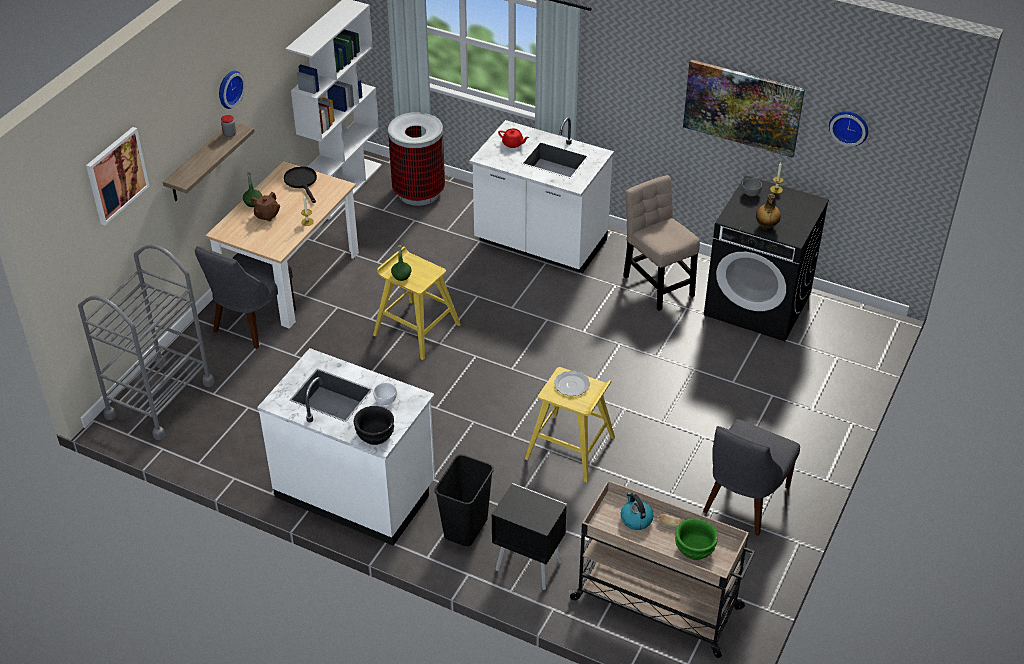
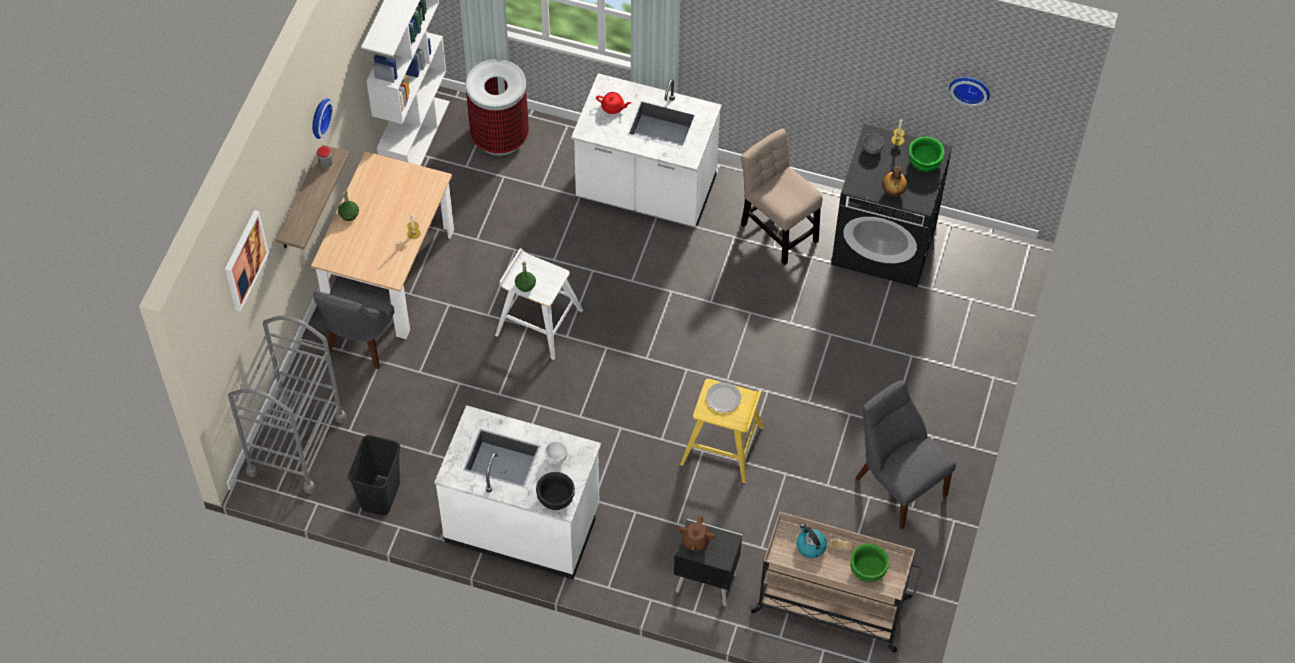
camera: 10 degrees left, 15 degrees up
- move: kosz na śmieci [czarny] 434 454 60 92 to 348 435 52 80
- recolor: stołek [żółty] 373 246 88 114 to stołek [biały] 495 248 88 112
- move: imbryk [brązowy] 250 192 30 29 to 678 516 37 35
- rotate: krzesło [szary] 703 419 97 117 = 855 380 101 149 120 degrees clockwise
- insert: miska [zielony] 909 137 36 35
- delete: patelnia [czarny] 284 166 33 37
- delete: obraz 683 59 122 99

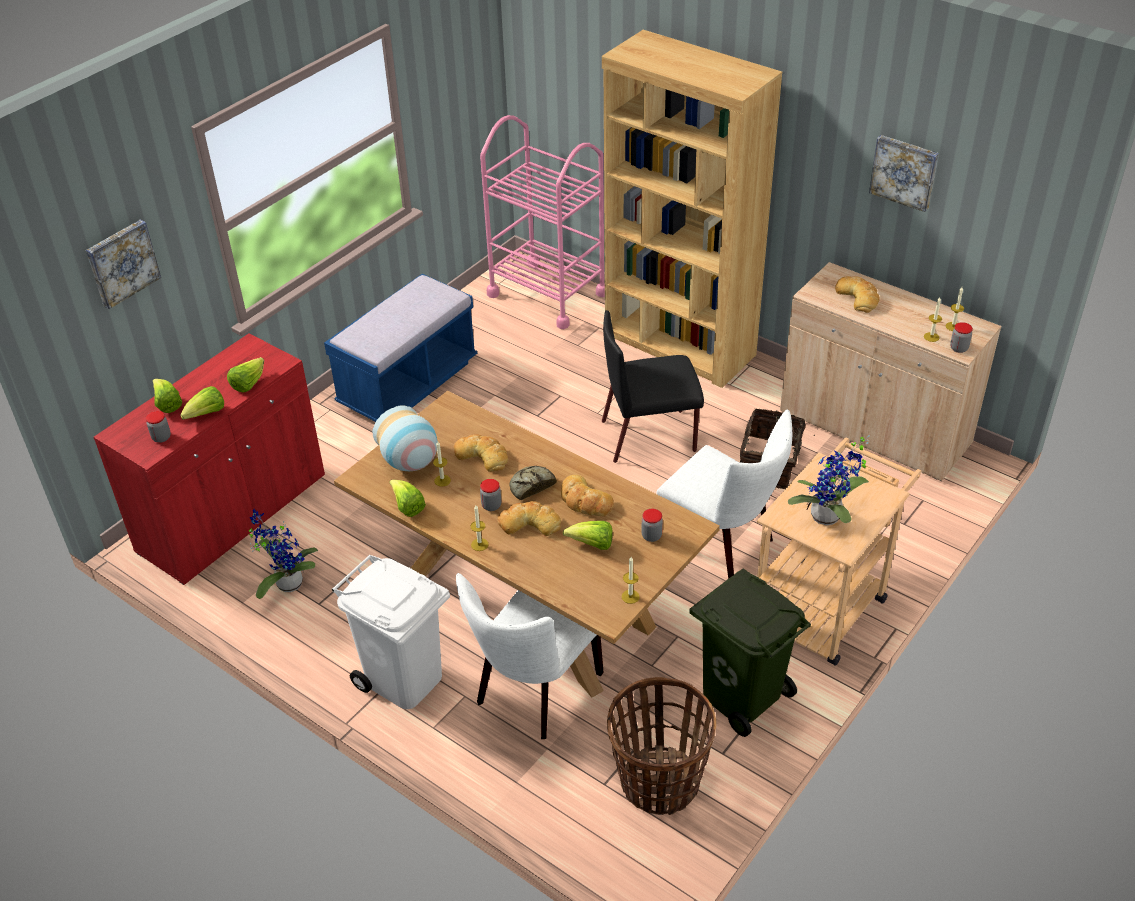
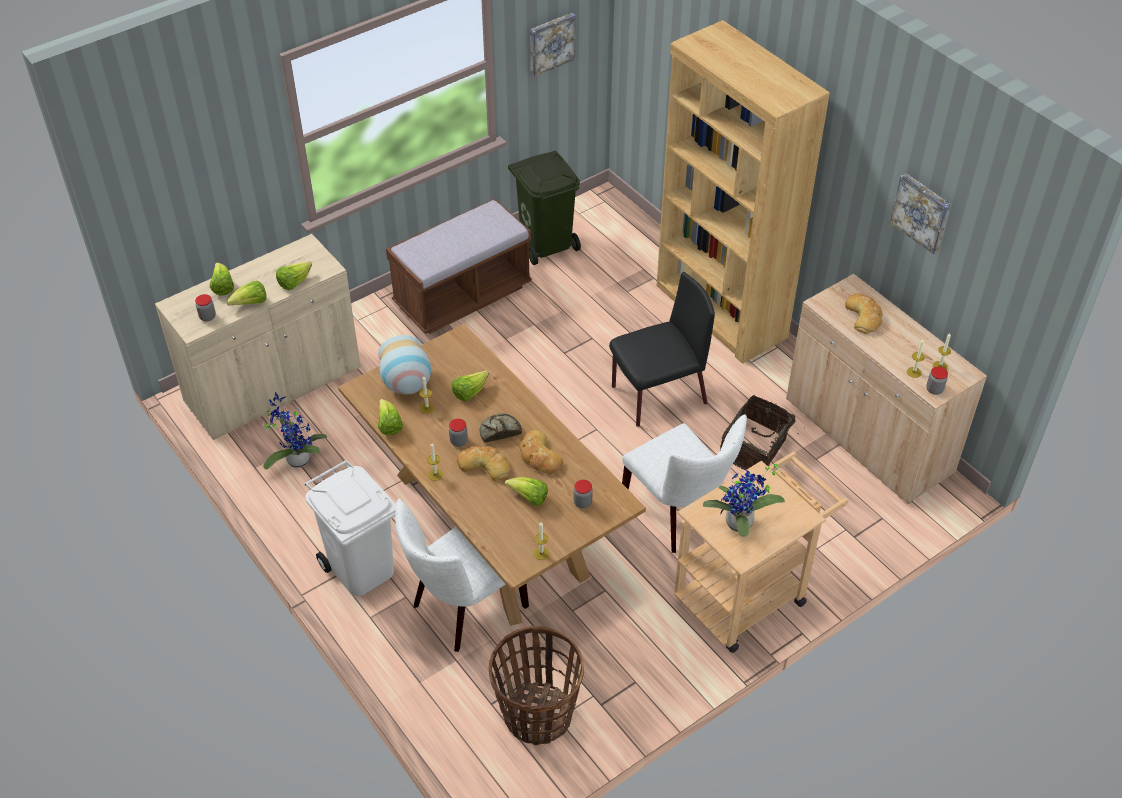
camera: 15 degrees right, 5 degrees up
- recolor: szafka [czerwony] 94 333 231 252 to szafka [beżowy] 155 234 206 206
- recolor: ławka [niebieski] 324 274 153 148 to ławka [brązowy] 386 199 146 135
- replace: chleb 453 434 55 38 to sałata 452 371 37 31
- move: kosz na śmieci [zielony] 690 569 121 168 to 508 150 73 115
- move: obraz 86 219 75 90 to 530 13 45 64
- rotate: krzesło [czarny] 602 310 102 153 = 609 272 106 155 150 degrees clockwise
- delete: wózek [różowy] 480 115 125 214

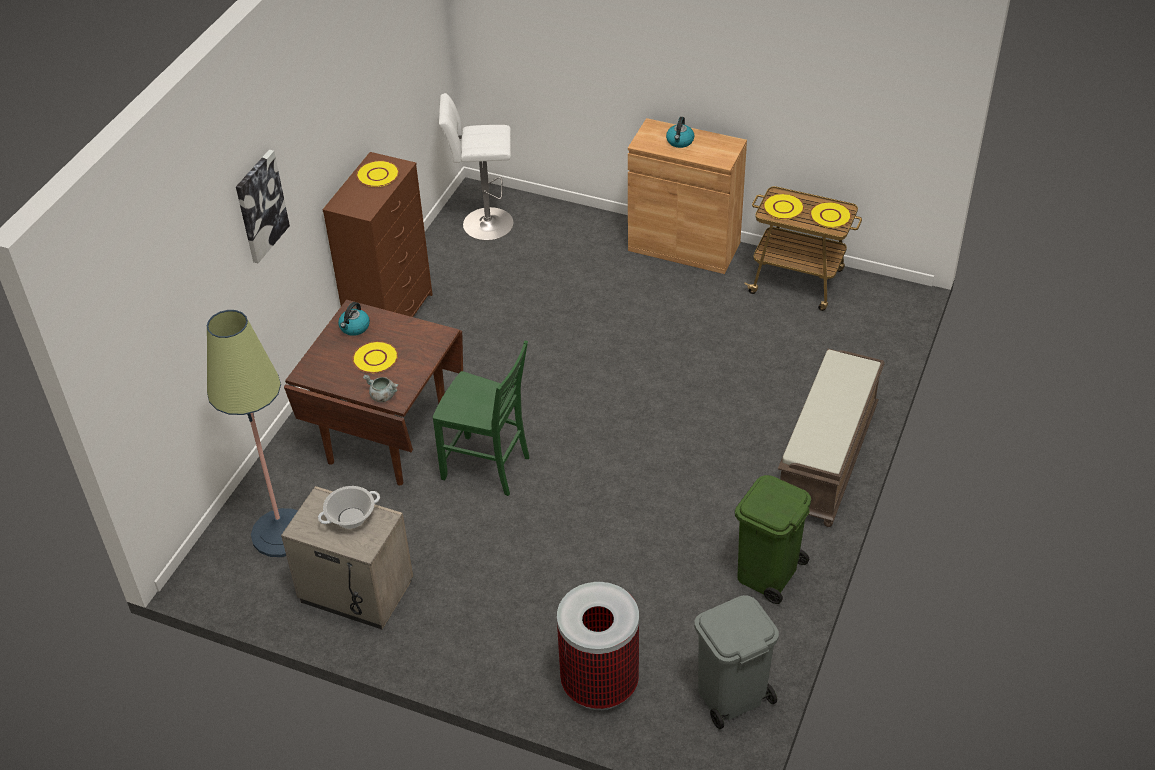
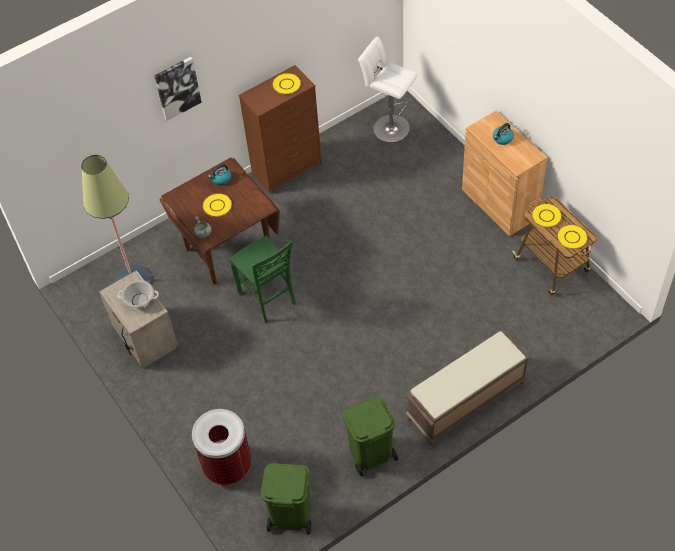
camera: 35 degrees right, 10 degrees up
- recolor: kosz na śmieci [szary] 694 595 85 134 to kosz na śmieci [zielony] 261 463 50 72

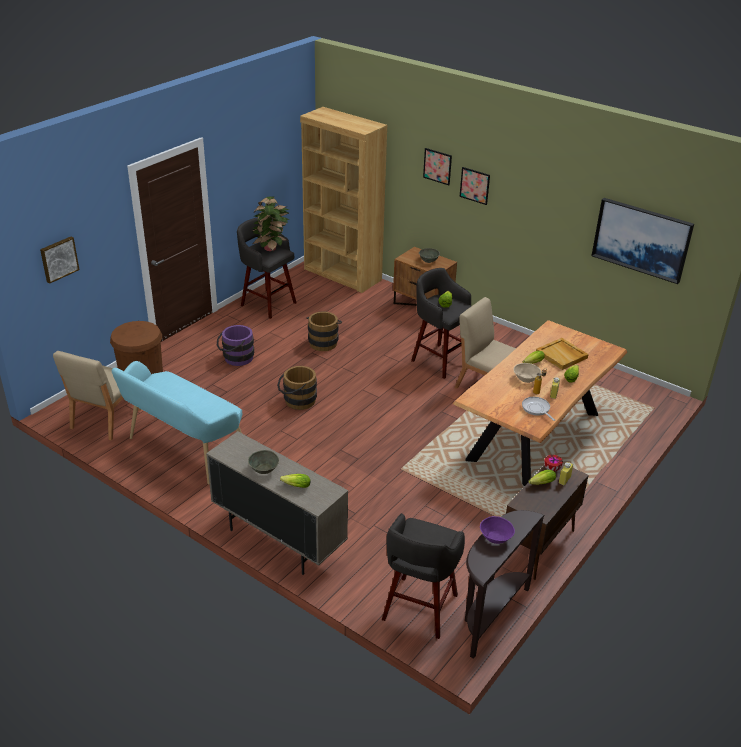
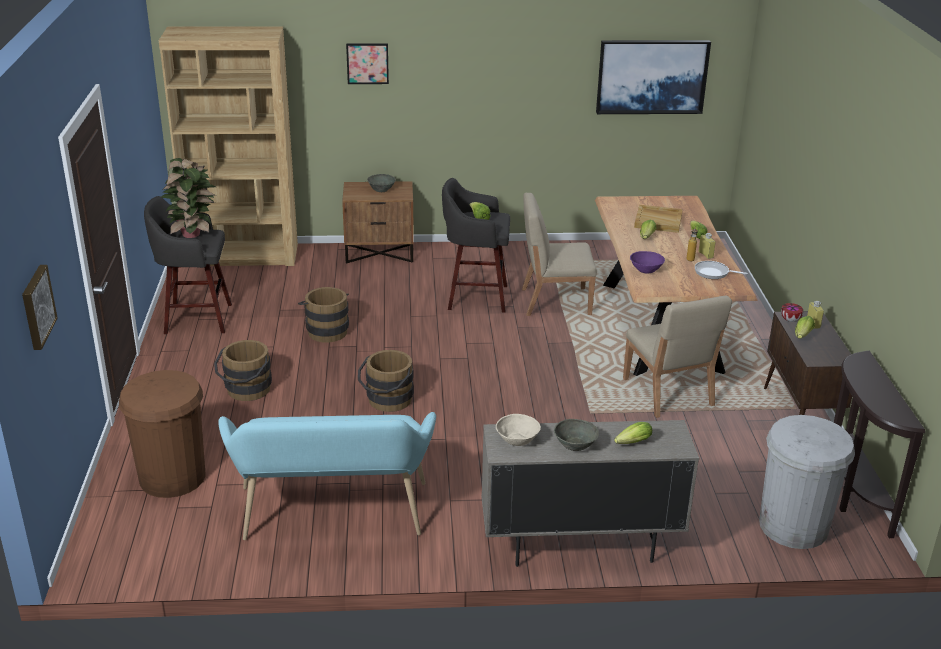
camera: 40 degrees left, 5 degrees down
- recolor: wiadro [fioletowy] 217 325 37 41 to wiadro [brązowy] 214 340 58 61
- move: miska [beżowy] 513 363 28 20 to 496 414 45 32
- move: krzesło [beżowy] 53 351 89 89 to 623 296 109 122
- move: miska [fioletowy] 480 516 35 28 to 630 251 35 23
- replace: stołek [szary] 382 513 83 126 to kosz na śmieci [biały] 759 415 96 134
- delete: obraz 460 167 30 38

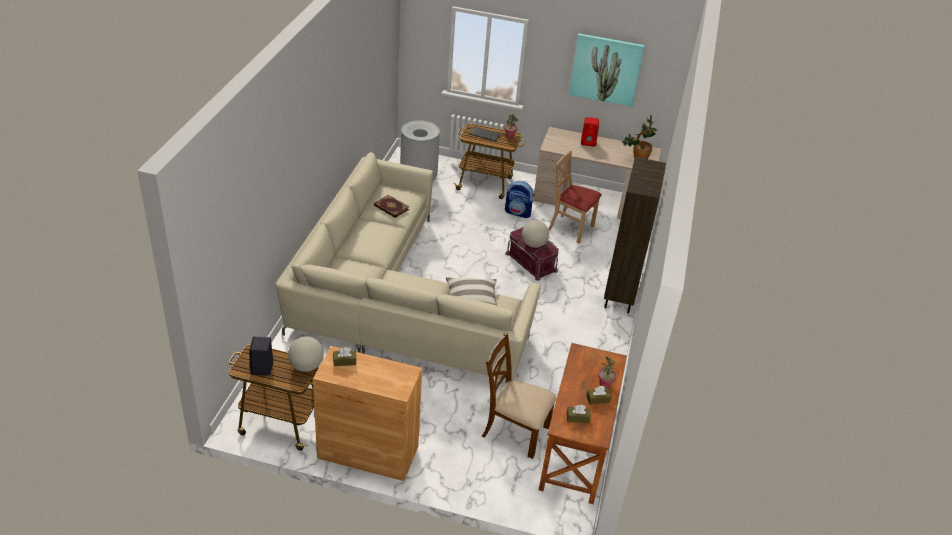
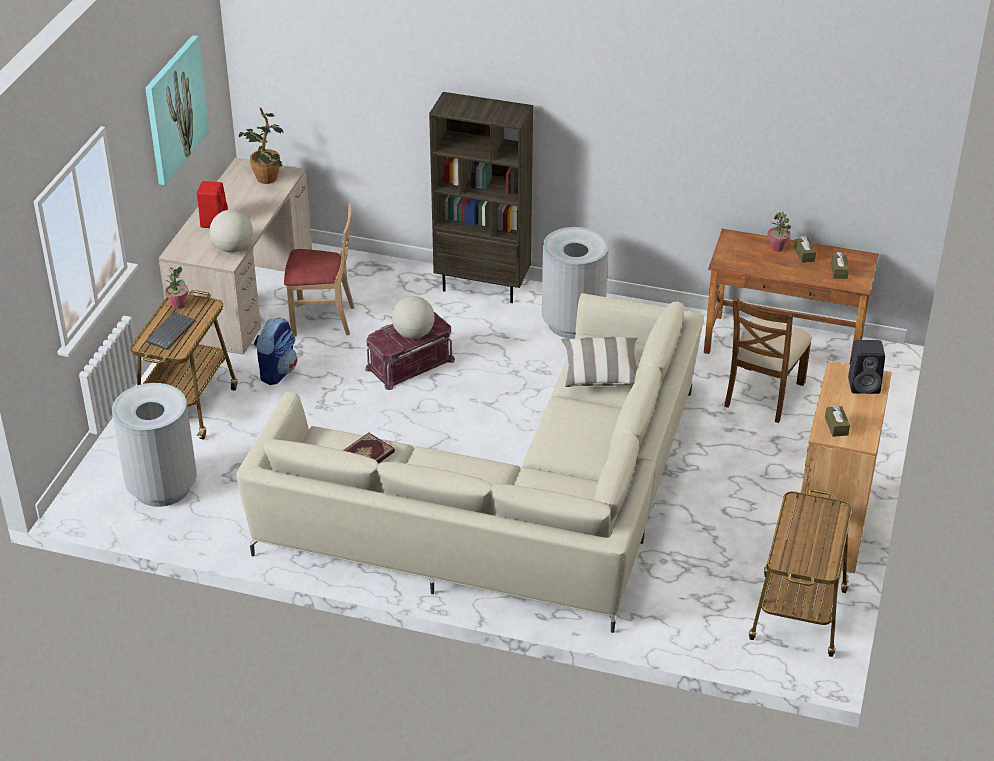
camera: 85 degrees left, 0 degrees up
- move: globus 288 336 36 36 to 210 210 43 43
- rotate: krzesło [beżowy] 548 151 54 93 = 284 204 70 132 120 degrees counterclockwise
- insert: kosz na śmieci [szary] 542 227 67 112
- move: głośnik [czarny] 249 337 24 39 to 848 340 37 54

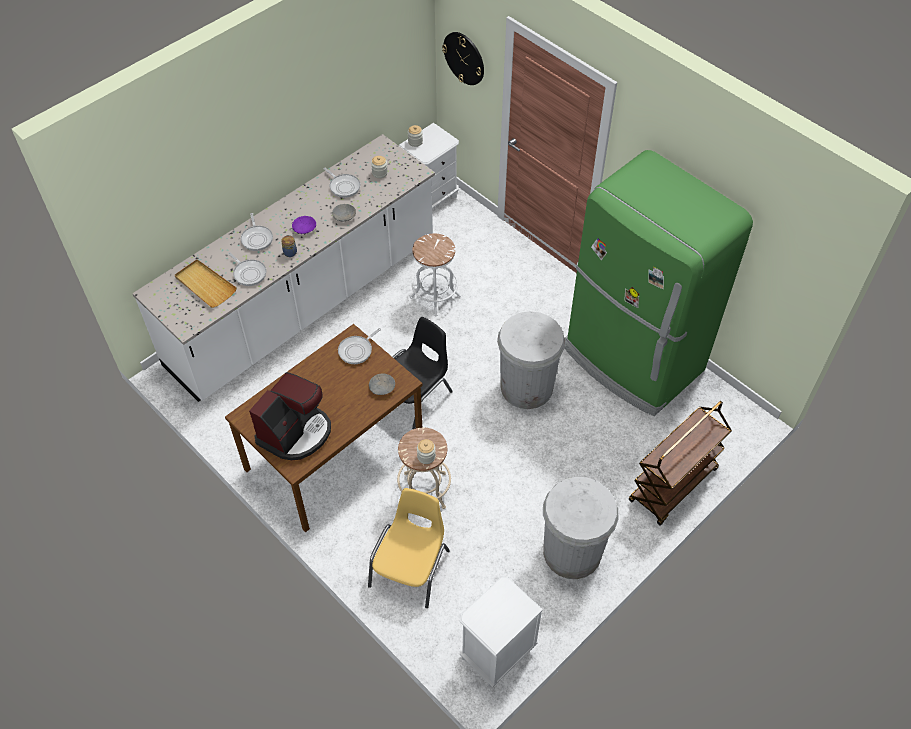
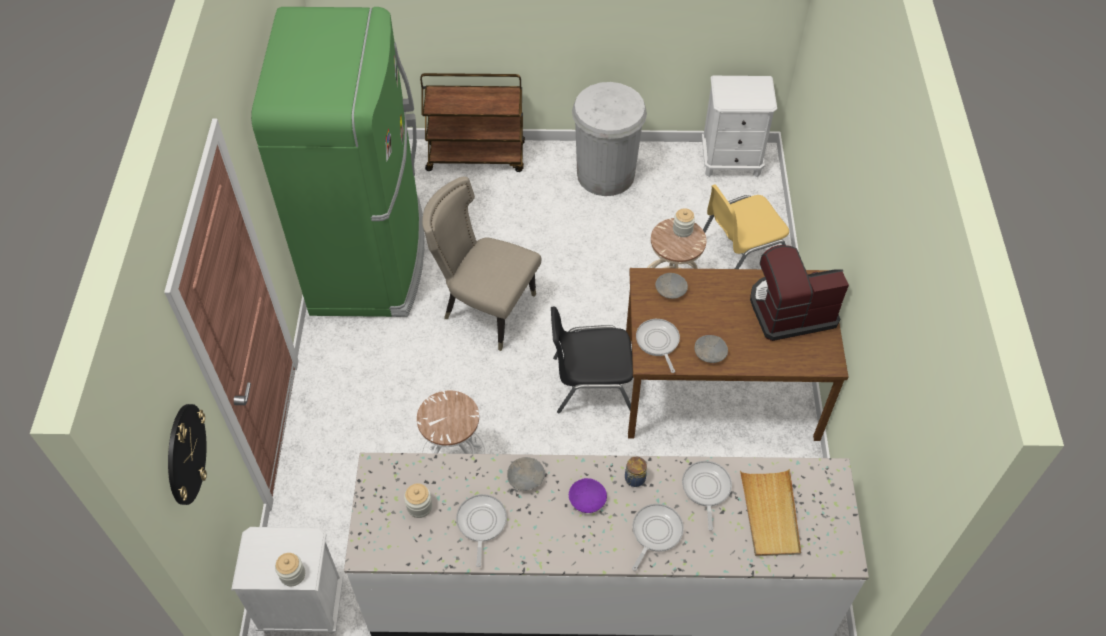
camera: 135 degrees left, 0 degrees up
- replace: kosz na śmieci [biały] 497 311 68 98 to krzesło [beżowy] 422 177 119 174
- rotate: patelnia 338 328 43 36 = 636 319 44 54 105 degrees counterclockwise
- insert: miska [szary] 694 335 34 28

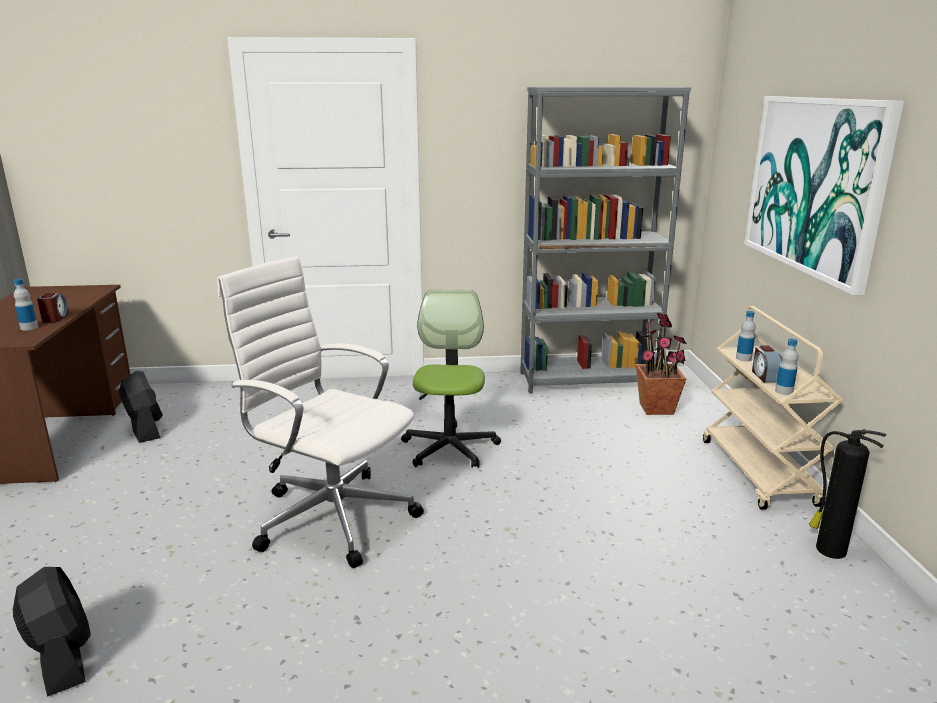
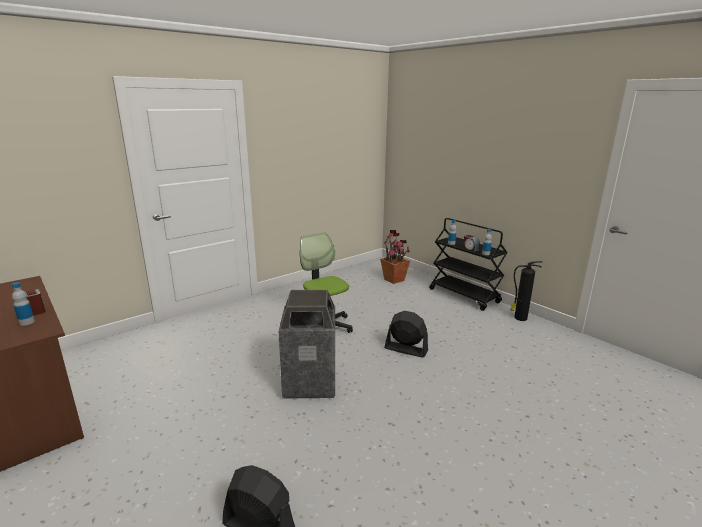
camera: 35 degrees left, 0 degrees up
- replace: krzesło biurowe [biały] 217 256 207 312 to kosz na śmieci 279 290 56 109
- move: wentylator [czarny] 119 371 44 72 to 385 311 43 47
- recolor: wózek [beżowy] 703 306 141 204 to wózek [czarny] 429 218 79 93
- delete: regał [szary] 520 87 171 307
- delete: obraz 744 96 160 199

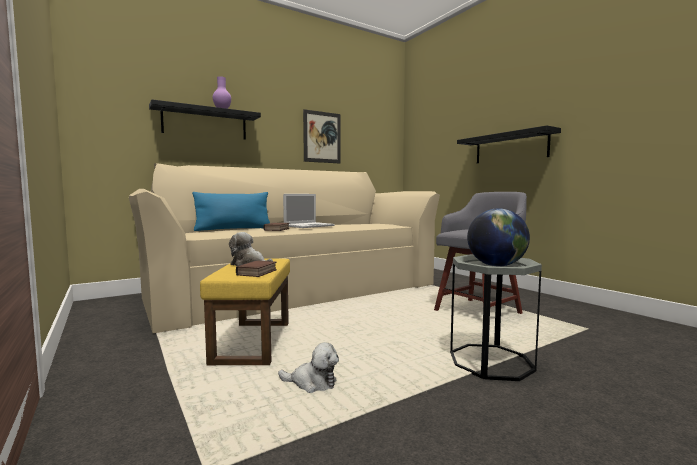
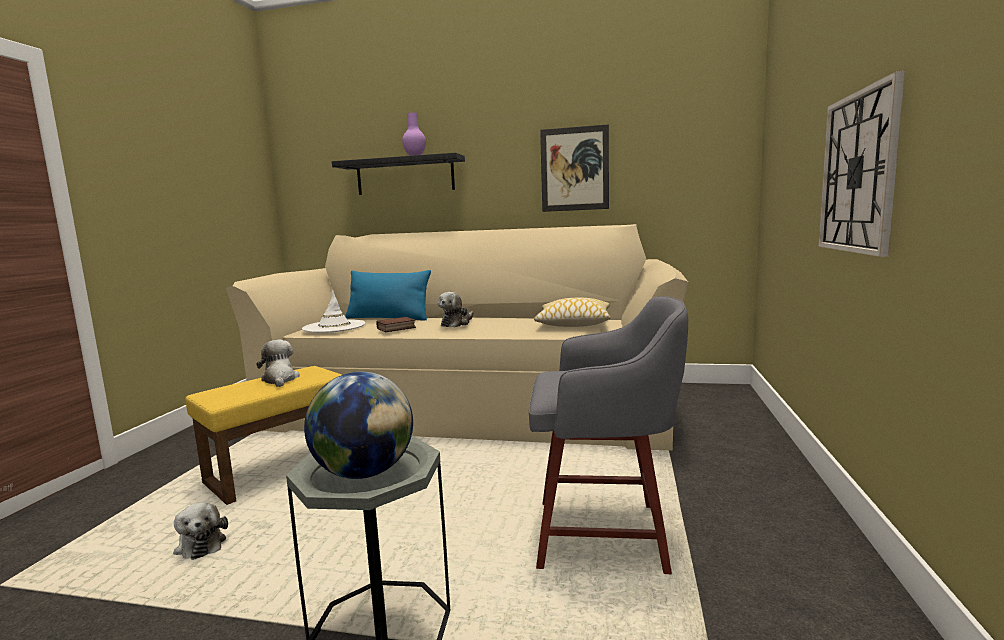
camera: 45 degrees right, 5 degrees up
- insert: kapelusz [biały] 302 290 63 43
- replace: laptop 283 194 52 34 to pluszak 438 292 36 35
- insert: poduszka 534 298 77 29
- replace: półka [czarny] 457 125 104 38 to zegar ścienny 819 71 86 186
- delete: książka 236 260 41 17

